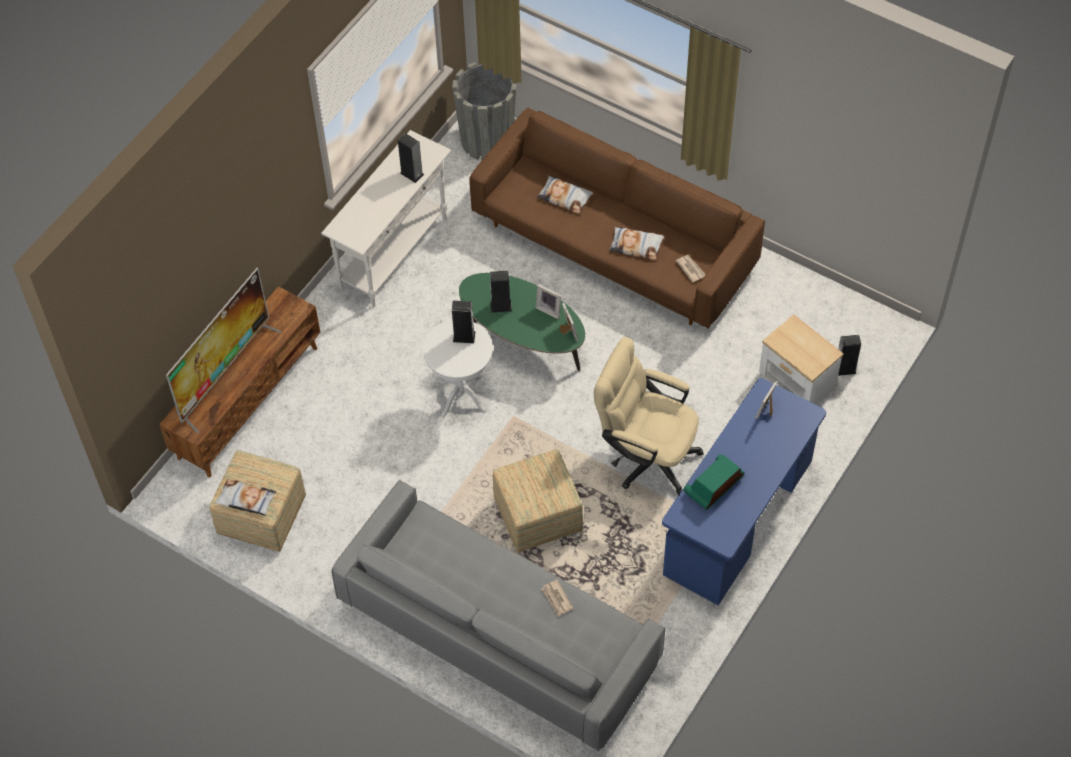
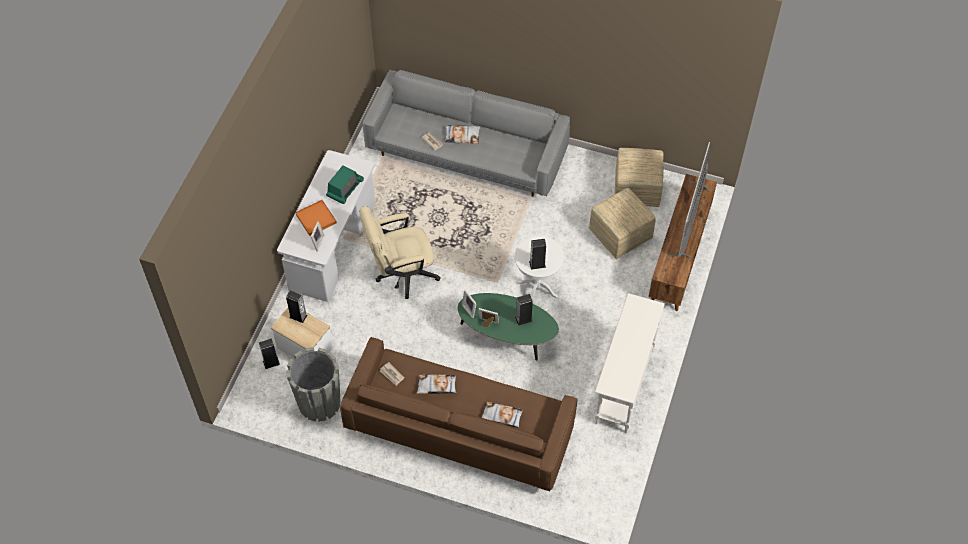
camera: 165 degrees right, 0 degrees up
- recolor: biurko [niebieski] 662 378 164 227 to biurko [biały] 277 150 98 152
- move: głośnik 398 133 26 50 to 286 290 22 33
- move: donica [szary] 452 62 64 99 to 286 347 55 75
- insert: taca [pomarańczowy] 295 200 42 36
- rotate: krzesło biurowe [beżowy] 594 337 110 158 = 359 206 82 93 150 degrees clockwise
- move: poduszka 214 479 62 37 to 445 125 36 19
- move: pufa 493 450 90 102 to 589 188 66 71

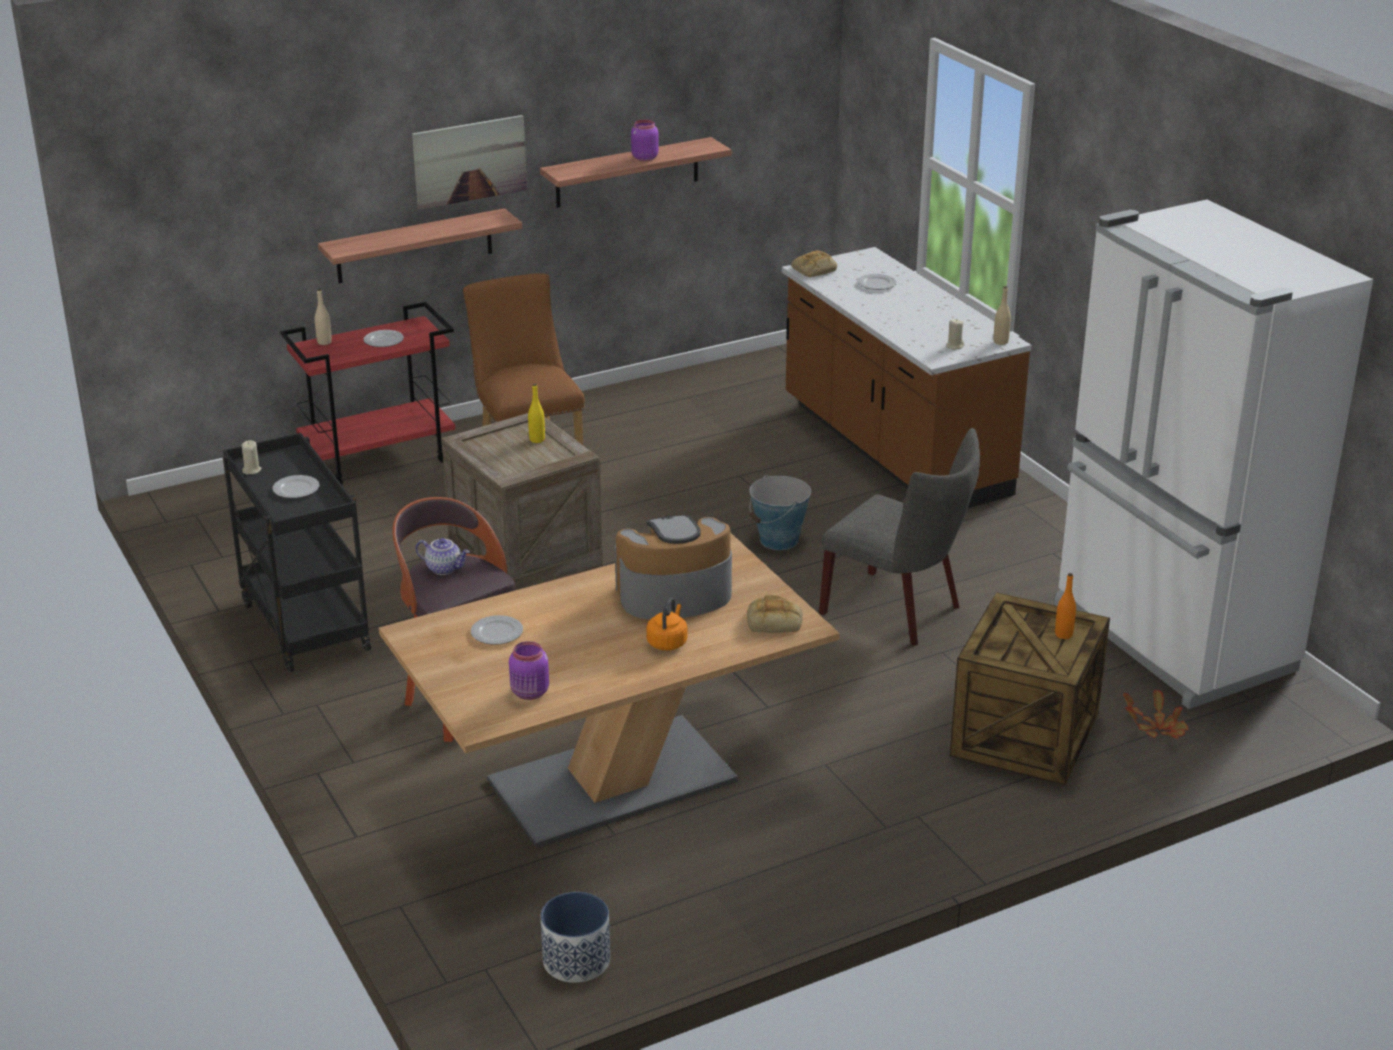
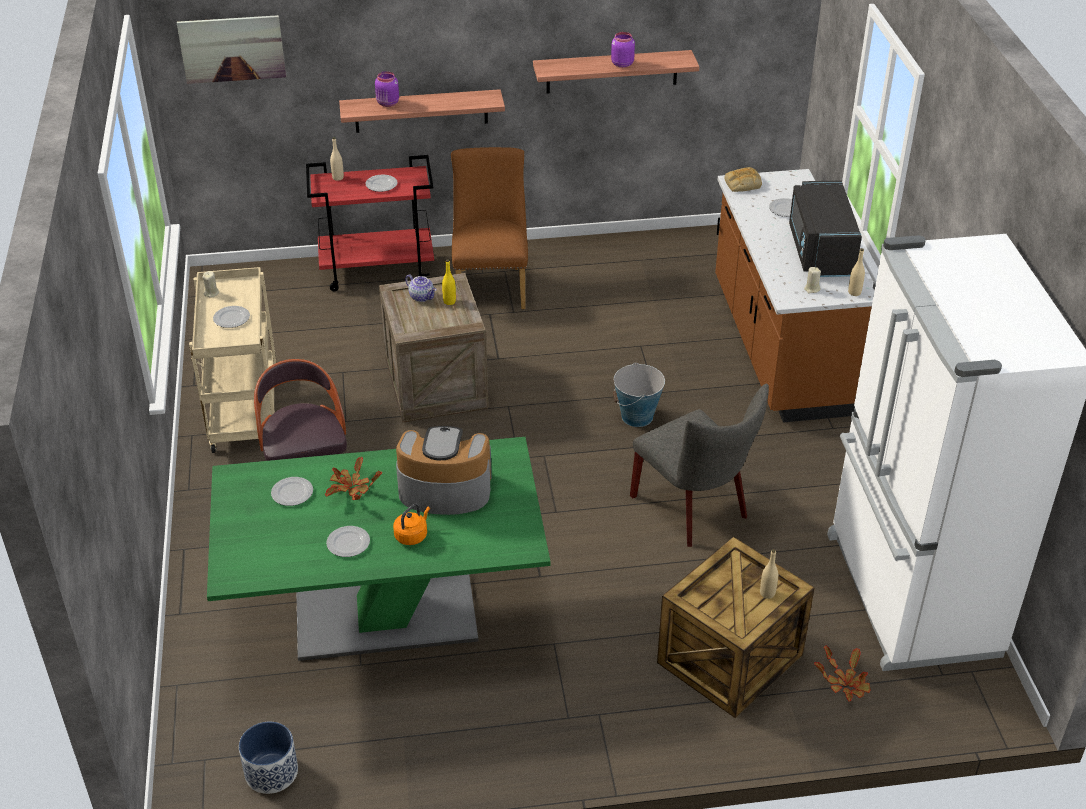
camera: 20 degrees right, 10 degrees up
- move: obraz 412 115 115 95 to 177 15 109 69
- recolor: wózek [czarny] 223 433 148 239 to wózek [beżowy] 189 267 88 186
- recolor: stół jadalny [brązowy] 379 533 461 315 to stół jadalny [zielony] 207 437 343 224
- insert: roślina doniczkowa 325 457 57 43
- insert: talerz 326 526 44 31
- move: słoik [fioletowy] 509 641 40 59 to 375 71 24 36
- move: imbryk 416 538 54 37 to 405 274 32 28
- recolor: butelka [pomarańczowy] 1055 573 21 66 to butelka [beżowy] 760 549 18 50
- insert: mikrofalówka [czarny] 789 181 73 96
- delete: chleb 747 595 56 38

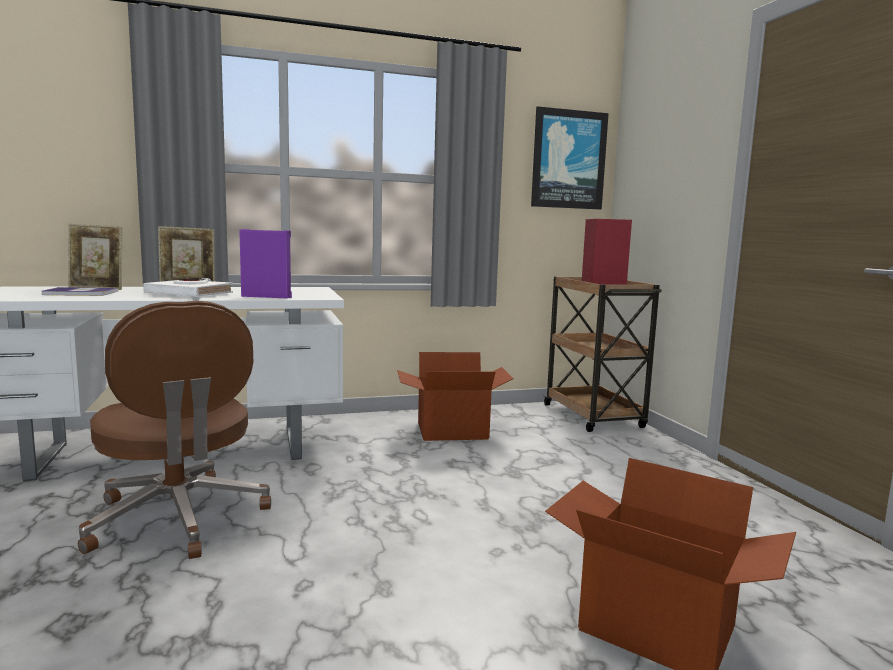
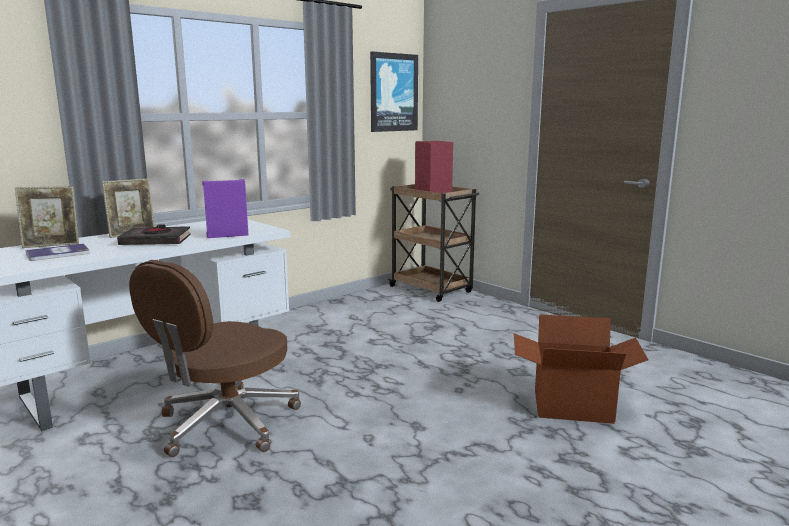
camera: 25 degrees left, 5 degrees up
- recolor: książka [biały] 143 278 90 19 to książka [czarny] 117 225 74 20
- rotate: krzesło biurowe [brązowy] 78 301 193 258 = 129 260 172 197 90 degrees clockwise
- delete: karton 397 352 116 89

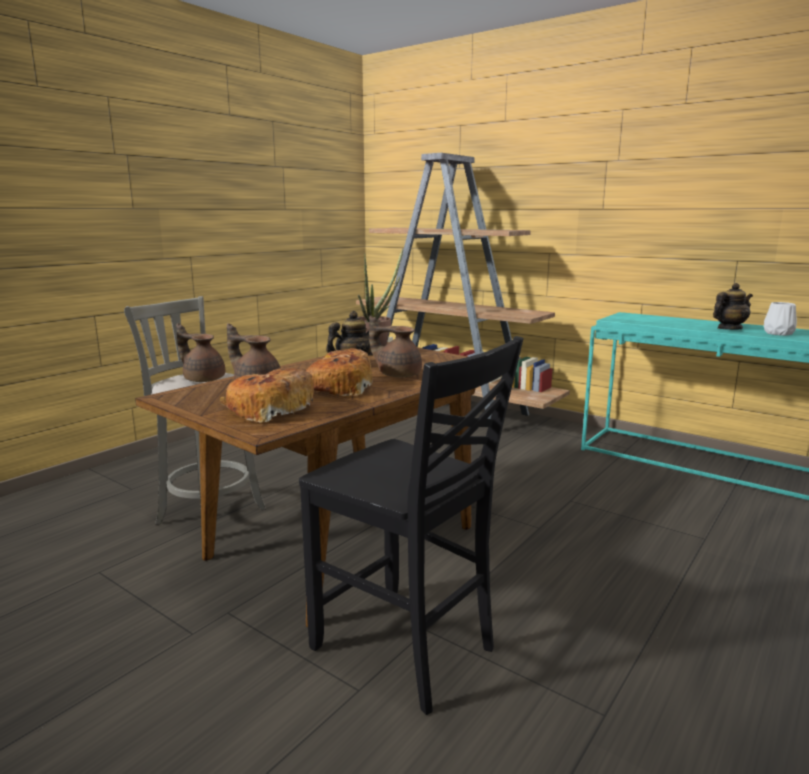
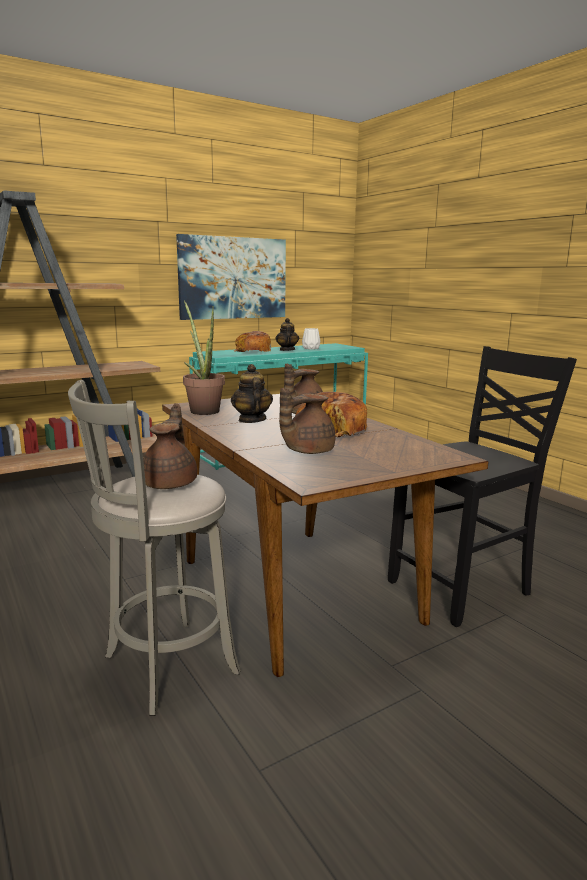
camera: 70 degrees left, 0 degrees up
- rotate: imbryk [brązowy] 176 323 49 59 = 143 403 54 86 135 degrees clockwise
- insert: obraz 176 234 110 86
- move: chleb 220 368 94 54 to 234 331 37 21

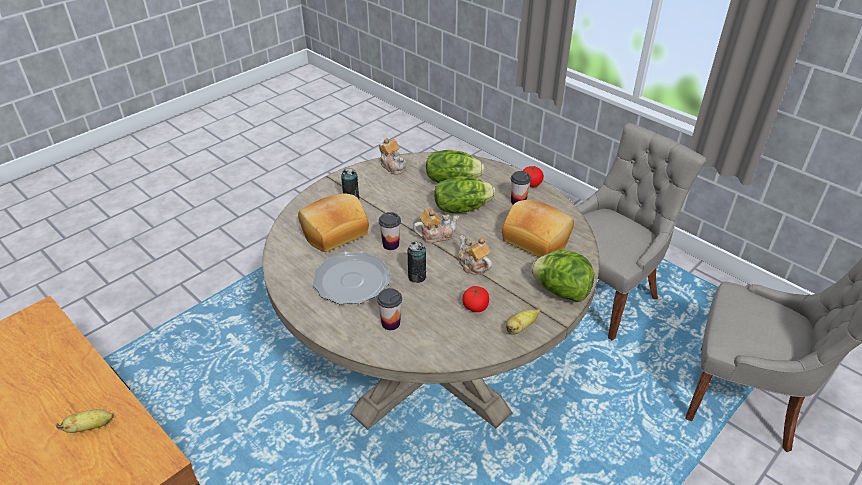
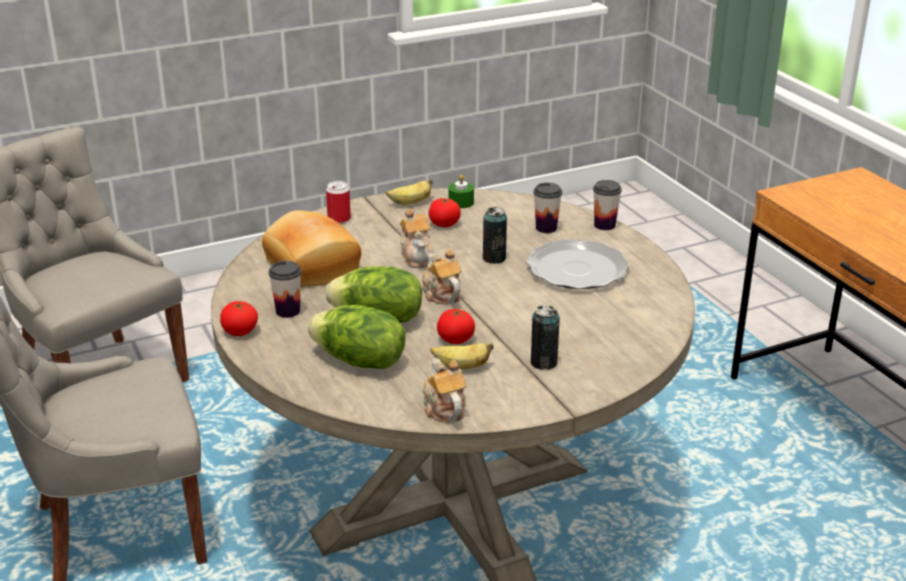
camera: 160 degrees left, 10 degrees down
- replace: sałata 531 250 63 52 to puszka 326 181 25 42
- rotate: imbryk 413 208 46 35 = 422 249 40 56 60 degrees clockwise
- move: banan 56 409 58 24 to 430 343 64 26
- insert: pomidor 437 309 38 35
- insert: świeca [zielony] 448 175 26 33
- move: filiżanka 379 212 22 38 to 593 180 29 50
- delete: chleb 298 193 71 59

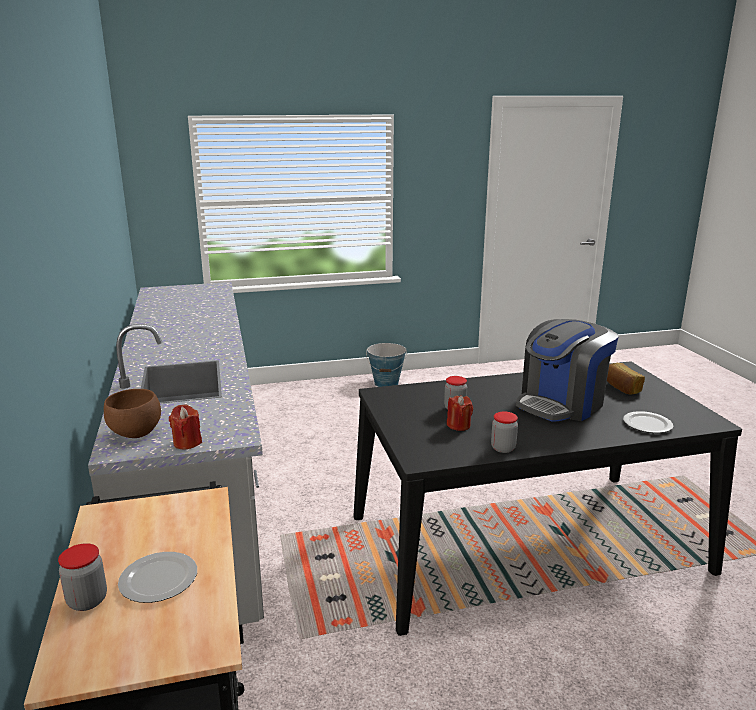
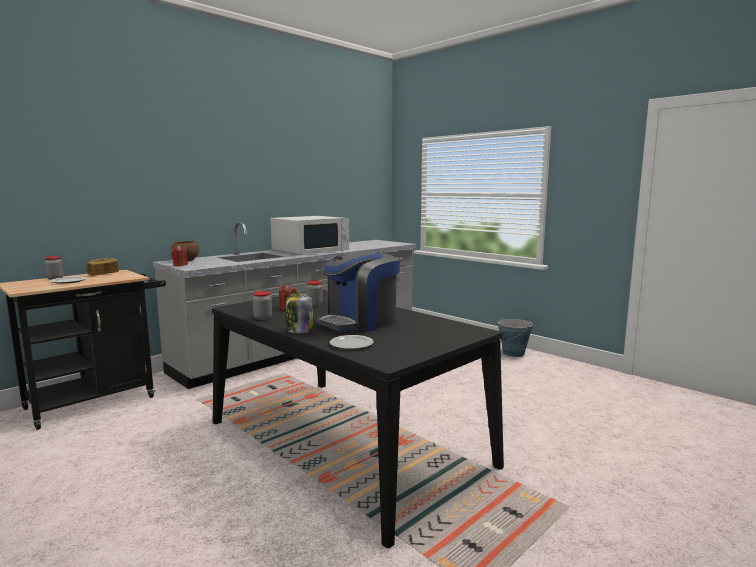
camera: 60 degrees right, 10 degrees down
- move: chleb 607 363 38 32 to 86 258 33 18
- insert: mikrofalówka [biały] 271 216 78 39
- insert: słoik 286 293 27 40
- rotate: ekspres do kawy 516 319 102 103 = 316 250 84 82 60 degrees counterclockwise

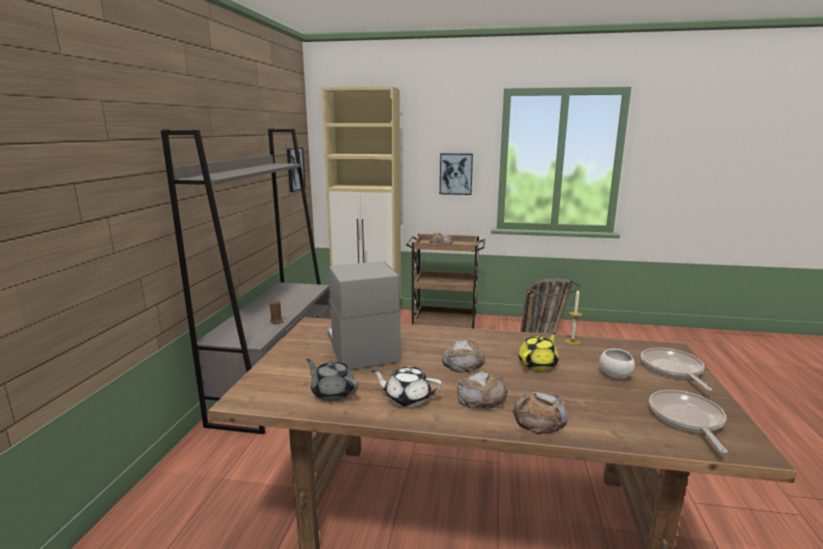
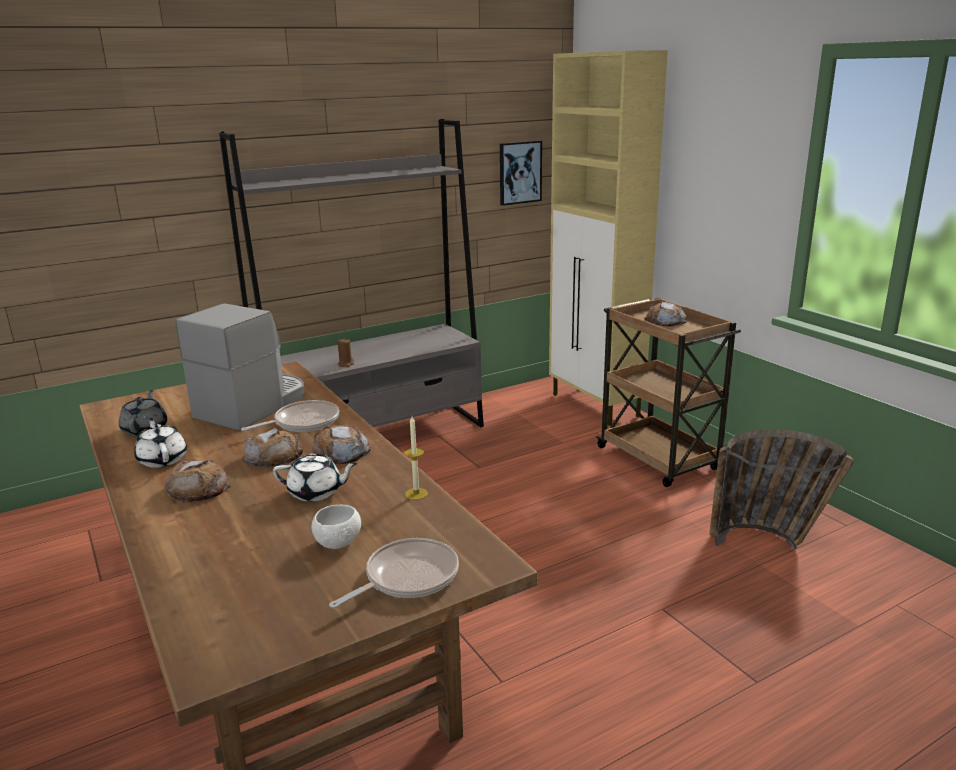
camera: 50 degrees right, 5 degrees up
- move: patelnia 649 390 79 63 to 241 400 99 32
- recolor: imbryk [żółty] 518 333 41 38 to imbryk [biały] 273 454 85 48
- move: chleb 512 390 57 44 to 312 425 59 39
- delete: obraz 440 153 33 42

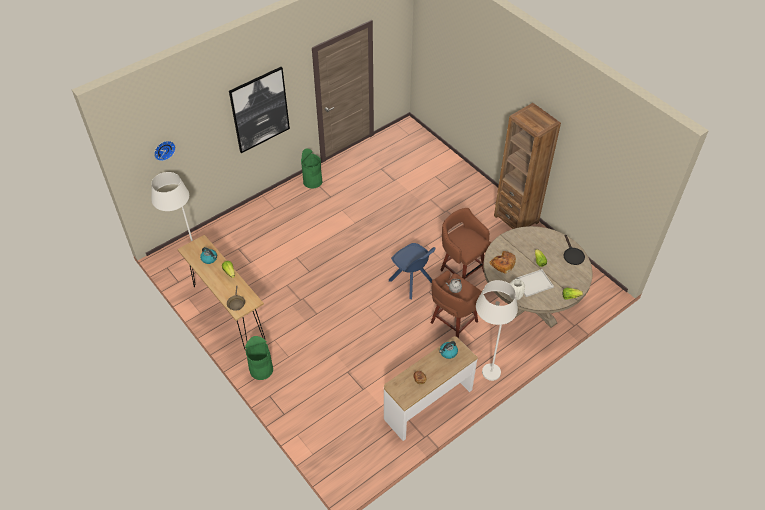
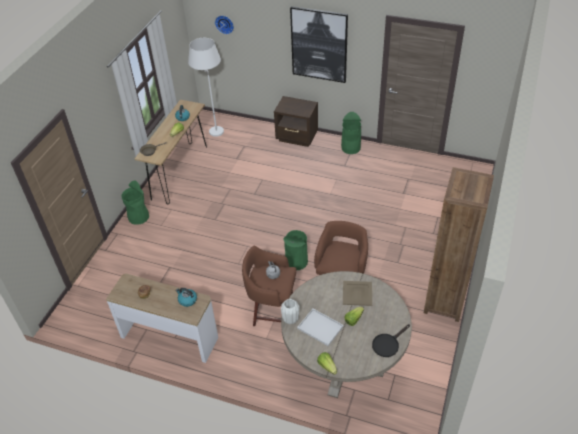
camera: 60 degrees right, 5 degrees down
- insert: szafka nocna [brązowy] 274 96 44 51
- replace: krzesło [niebieski] 389 243 46 56 to kosz na śmieci [zielony] 284 230 24 40
- insert: taca [beżowy] 343 281 29 25
- delete: lampa stojąca [biały] 476 280 42 101
- delete: chleb 489 251 27 23

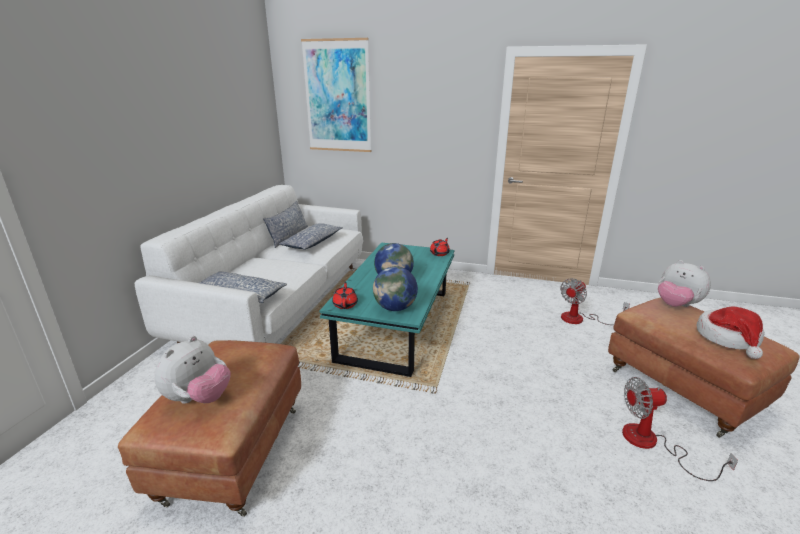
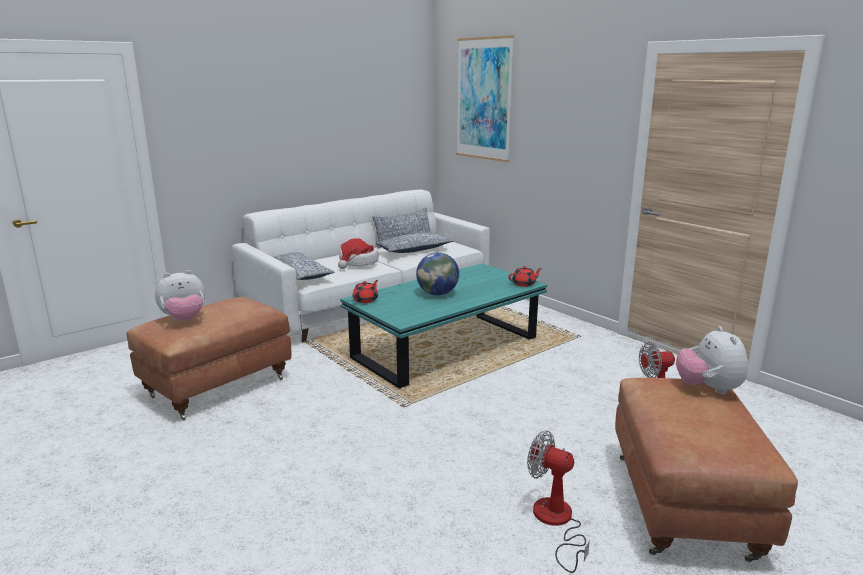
camera: 35 degrees right, 5 degrees down
- move: kapelusz 696 307 69 52 to 338 238 41 31
- delete: globus 373 266 45 45

